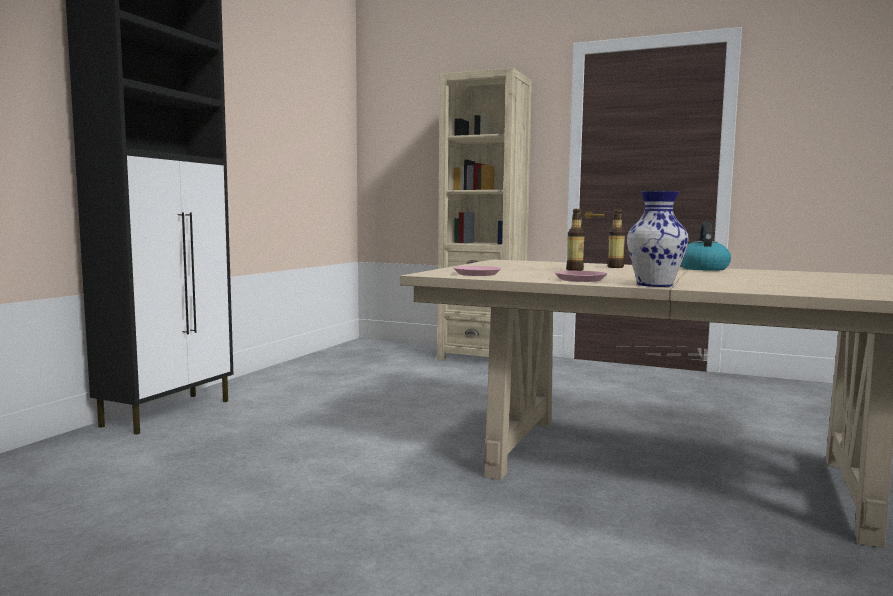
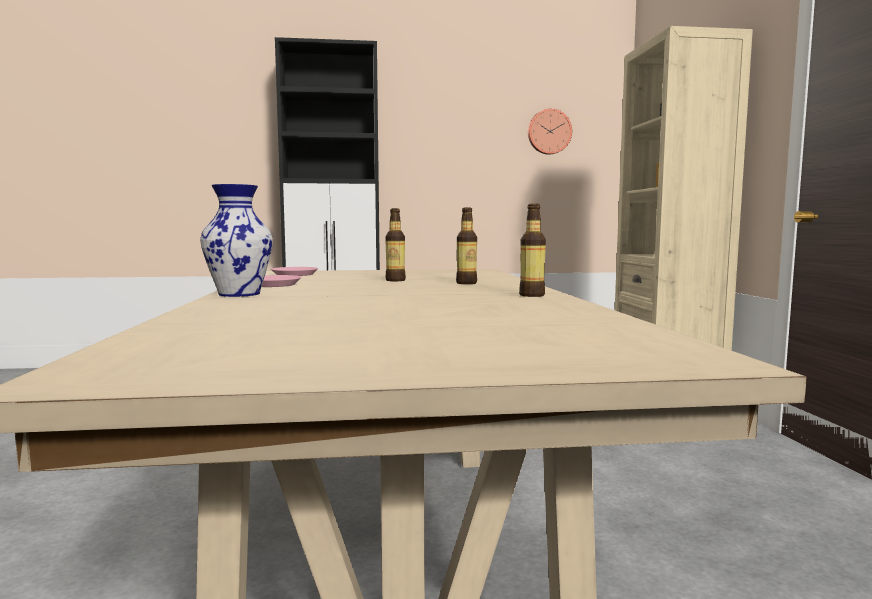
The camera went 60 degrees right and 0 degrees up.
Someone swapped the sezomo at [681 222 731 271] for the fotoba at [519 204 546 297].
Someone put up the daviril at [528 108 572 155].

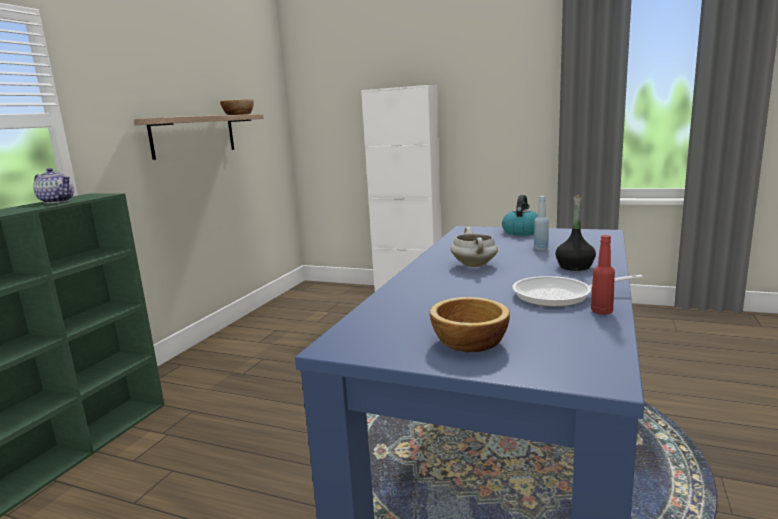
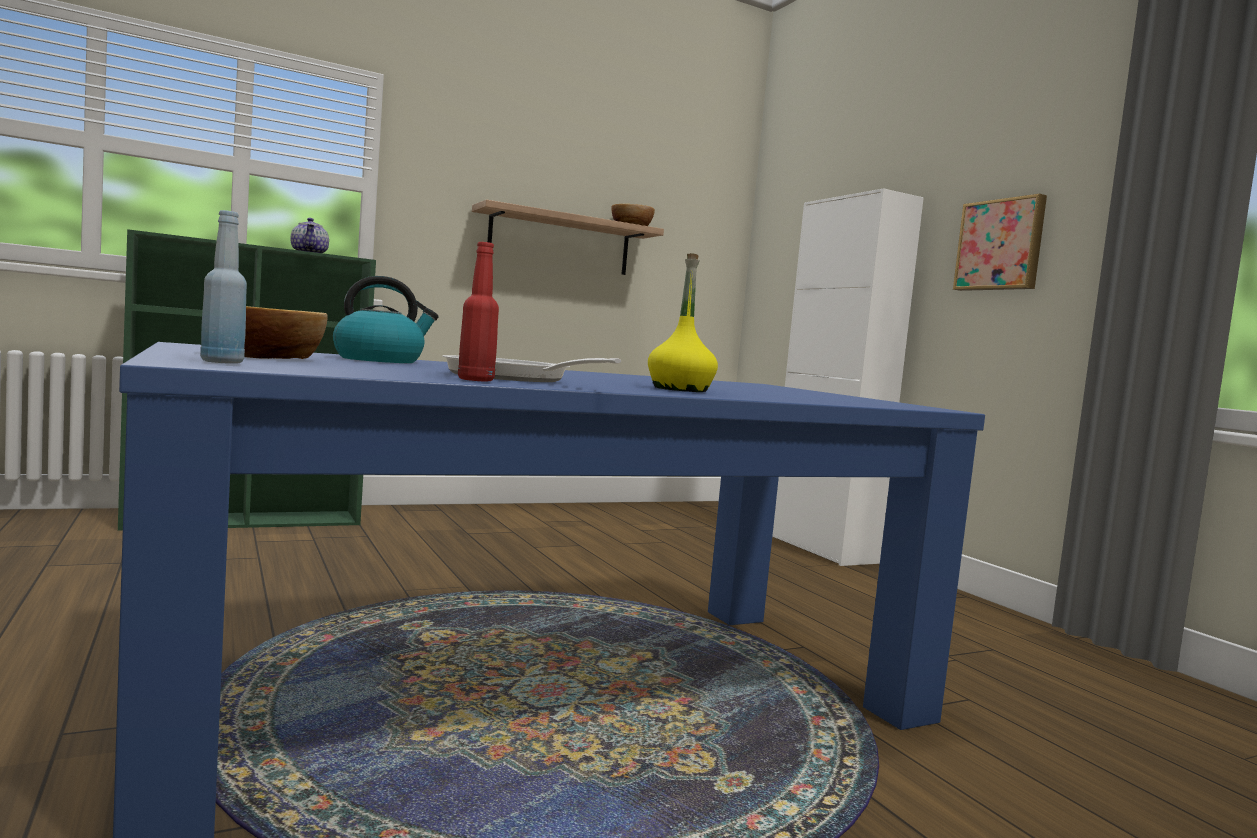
The camera went 40 degrees right and 10 degrees down.
Someone took away the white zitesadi at [451 227 498 267].
Someone carried the sezomo from [502 195 538 235] to [333 276 438 363].
Someone carried the blue fotoba from [534 196 549 250] to [200 210 247 364].
Someone repainted the black fotoba at [556 195 596 271], which became the yellow fotoba at [648 253 718 392].
Someone put up the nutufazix at [953 194 1047 291].

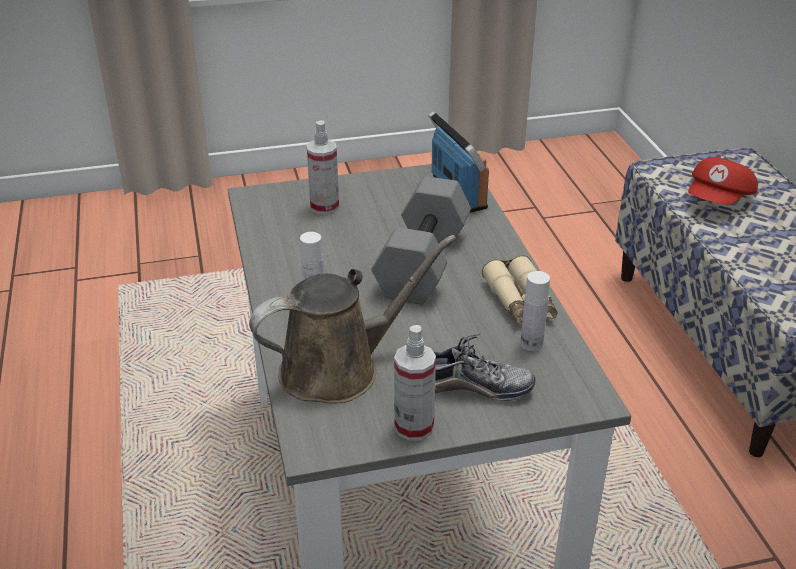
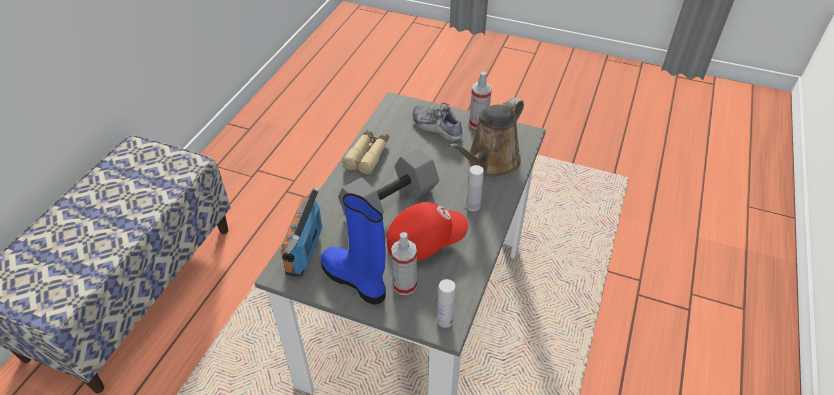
The camera went 145 degrees left and 10 degrees up.
Someone rotated the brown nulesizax at [249 235 456 404] by 60 degrees counterclockwise.
Someone carried the white fotoba from [520 271 550 351] to [437 279 455 328].
Someone carried the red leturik from [688 157 758 205] to [387 202 468 262].
Someone put down the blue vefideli at [320 193 386 305].

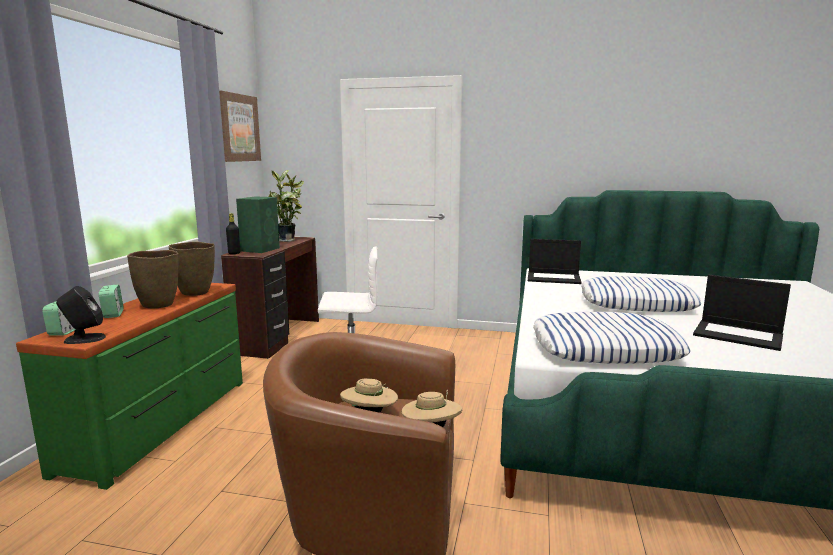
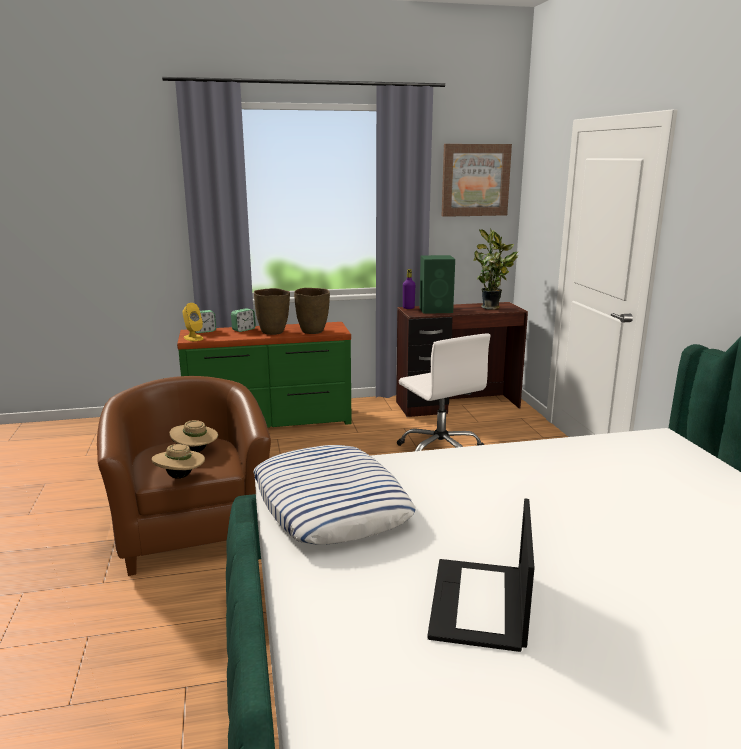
The camera went 65 degrees right and 5 degrees up.
Someone repainted the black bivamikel at [56 286 106 344], which became the yellow bivamikel at [183 303 204 341].
Someone repainted the black fotoba at [226 213 240 254], which became the purple fotoba at [403 269 415 309].
Someone took away the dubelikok at [528 239 581 284].
Someone took away the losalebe at [581 276 701 312].

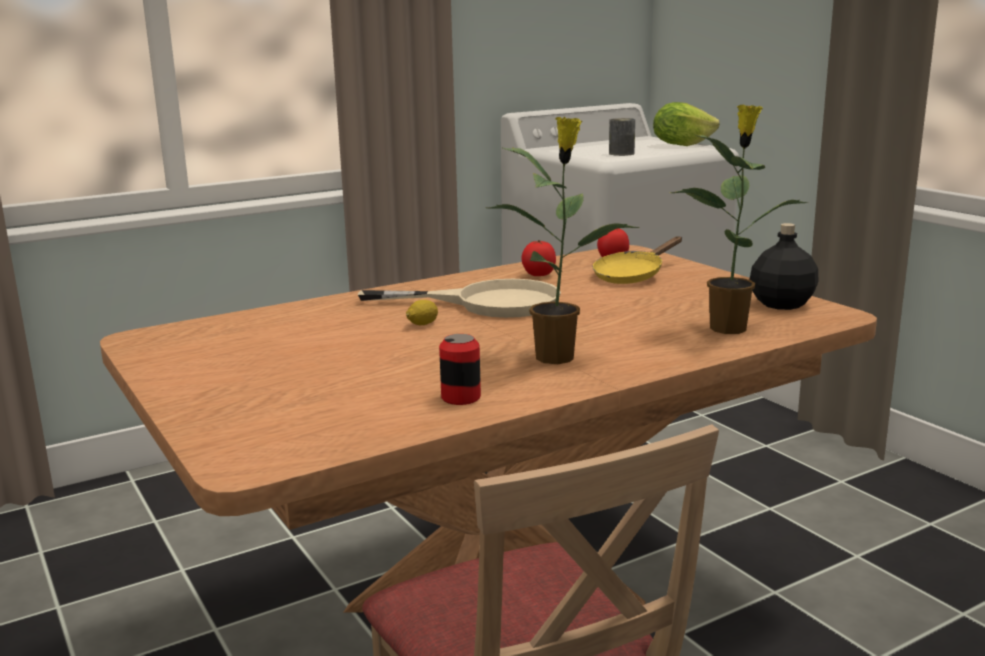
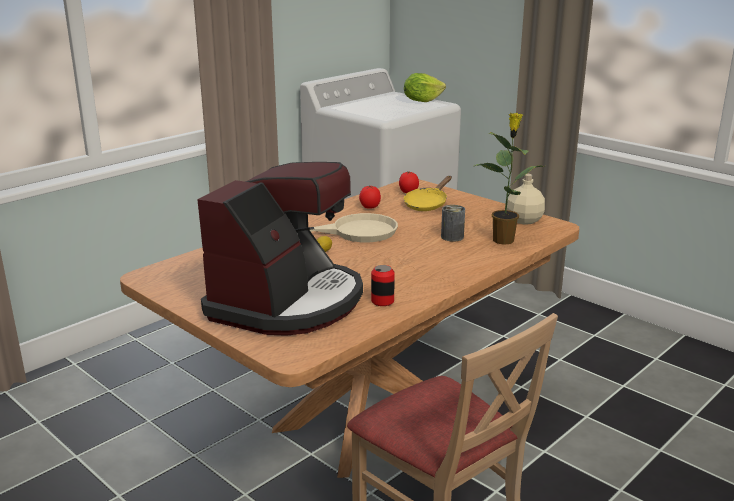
The camera went 15 degrees left and 5 degrees up.
Someone took away the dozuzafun at [487 117 640 364].
Someone carried the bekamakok from [609 118 635 156] to [441 205 465 242].
Someone repainted the black fotoba at [749 223 819 310], which became the beige fotoba at [507 174 545 225].
Someone put down the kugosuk at [197 162 363 336].

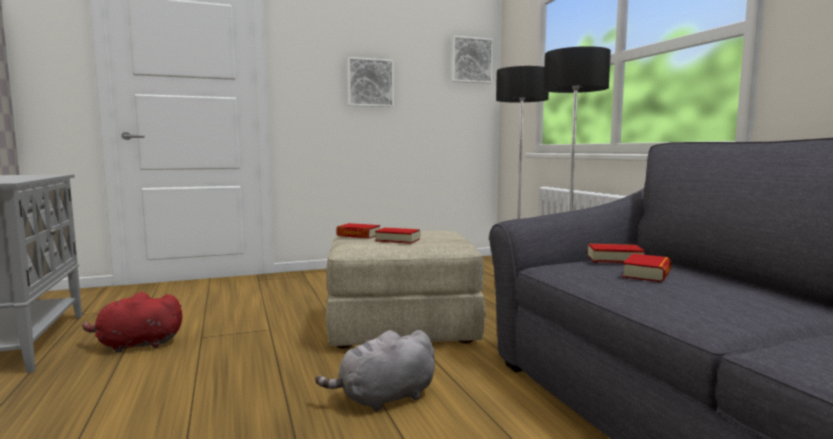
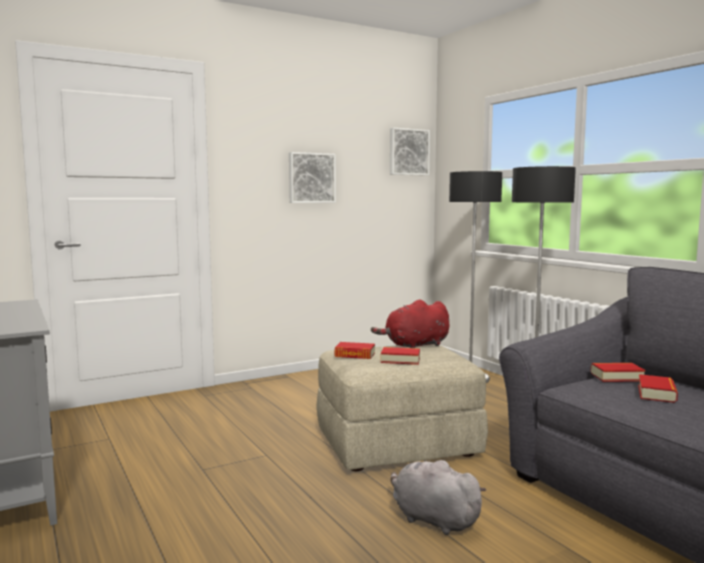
The camera went 10 degrees left and 0 degrees up.
Someone carried the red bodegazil from [82 292 182 353] to [371 300 449 348].
Someone rotated the grey bodegazil at [315 330 435 412] by 75 degrees clockwise.

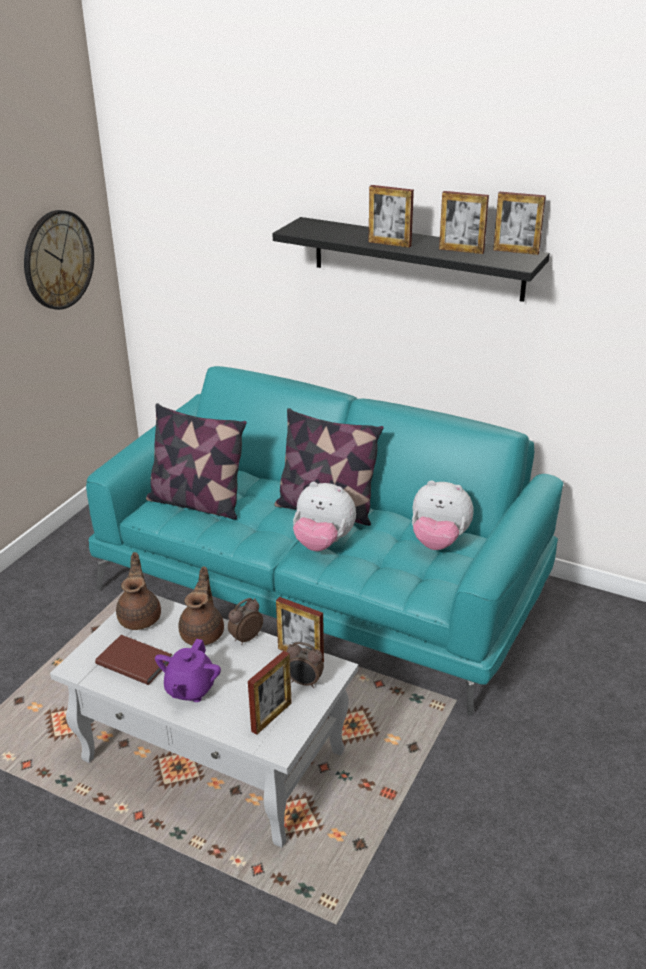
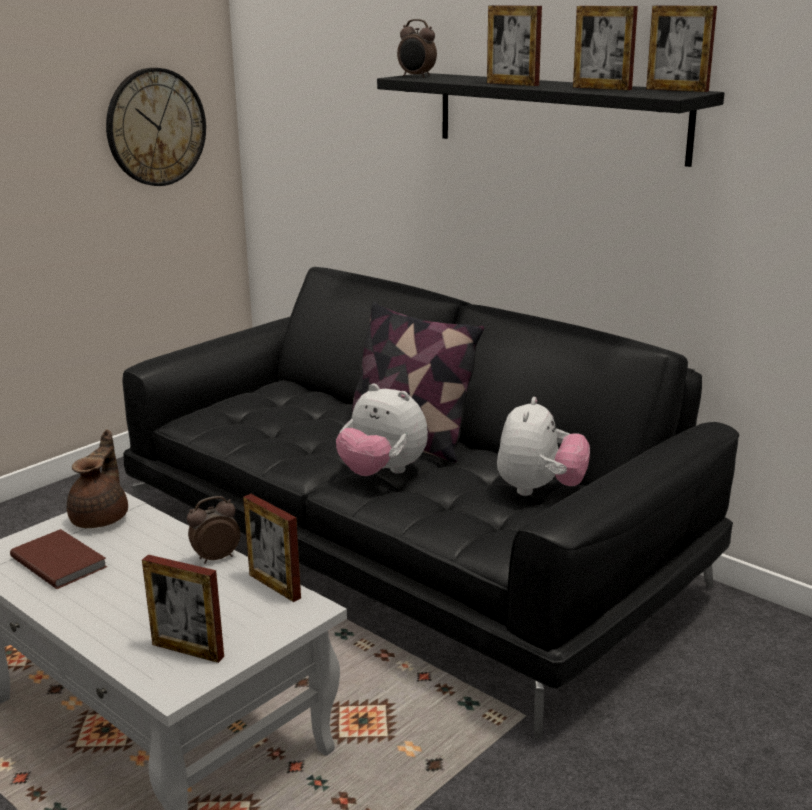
The camera went 15 degrees right and 10 degrees down.
Someone repainted the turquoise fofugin at [86 366 563 716], which became the black fofugin at [122 267 739 739].
Someone took away the losalebe at [146 403 247 519].
Someone took away the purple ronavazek at [155 639 221 702].
Someone took away the brown ronavazek at [179 566 224 646].
Someone rotated the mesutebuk at [248 651 292 735] by 60 degrees clockwise.
Someone carried the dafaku from [286 642 324 688] to [397 19 437 78].
Someone rotated the bodegazil at [412 481 474 550] by 105 degrees counterclockwise.

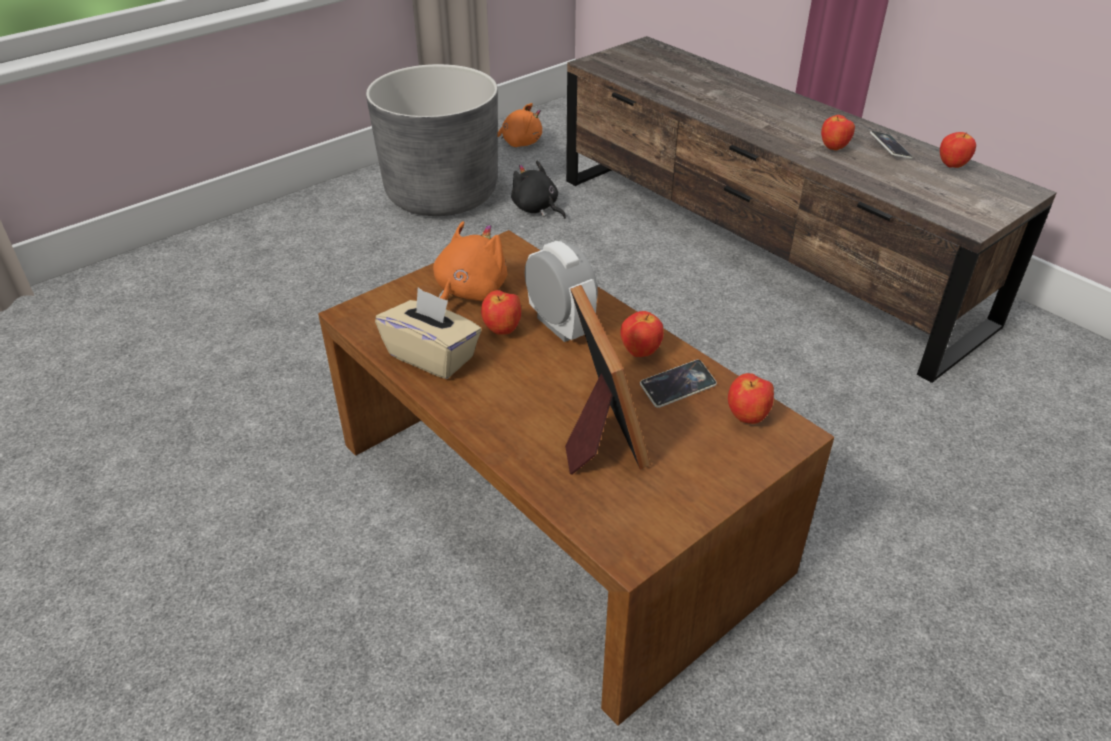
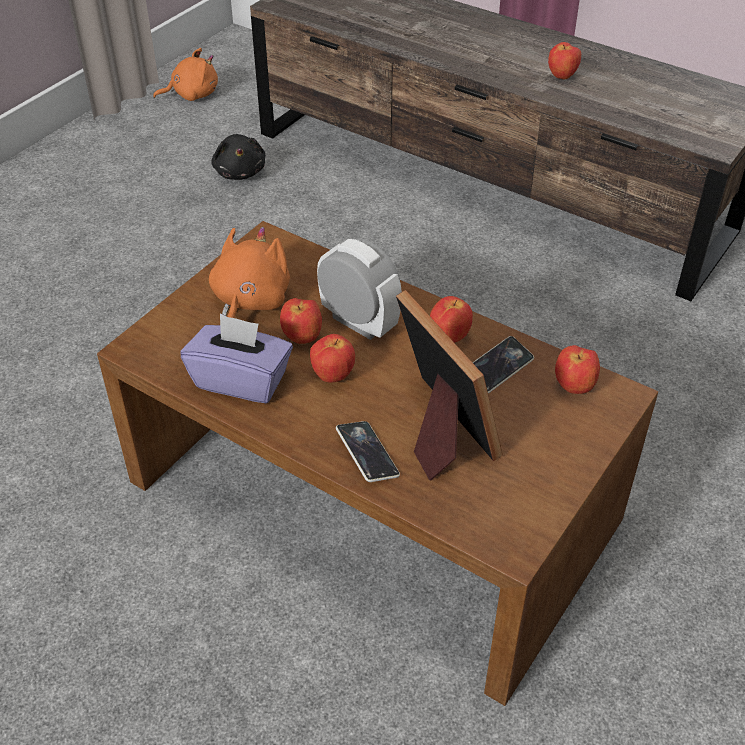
The camera went 15 degrees left and 5 degrees up.
Someone took away the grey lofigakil at [366 64 498 216].
Someone repainted the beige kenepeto at [375 287 482 379], which became the purple kenepeto at [181 314 293 403].
Someone rotated the black bodegazil at [511 161 566 219] by 135 degrees counterclockwise.
Someone carried the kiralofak from [870 131 913 159] to [336 421 400 482].
Someone carried the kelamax from [940 132 976 168] to [310 334 355 383].

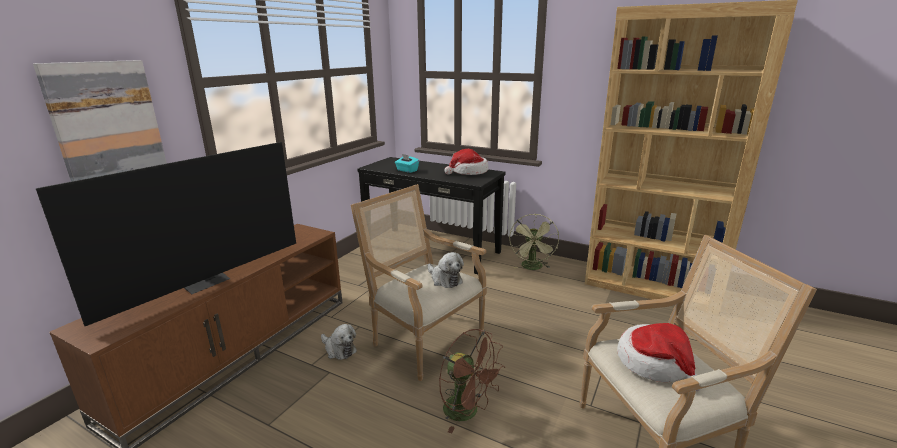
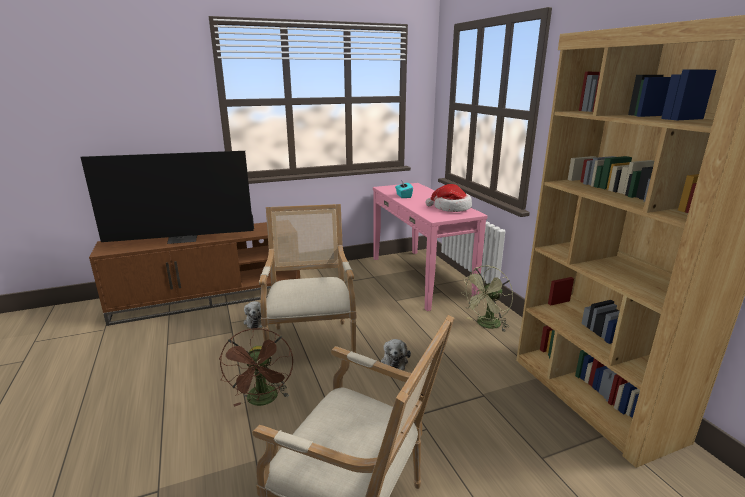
The camera went 40 degrees right and 0 degrees up.
Someone took away the nutufazix at [33 60 167 182].
Someone repainted the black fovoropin at [357 157 505 274], which became the pink fovoropin at [373 183 488 311].
Someone carried the bodegazil from [428 252 464 288] to [381 339 411 370].
Someone took away the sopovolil at [617 323 701 391].

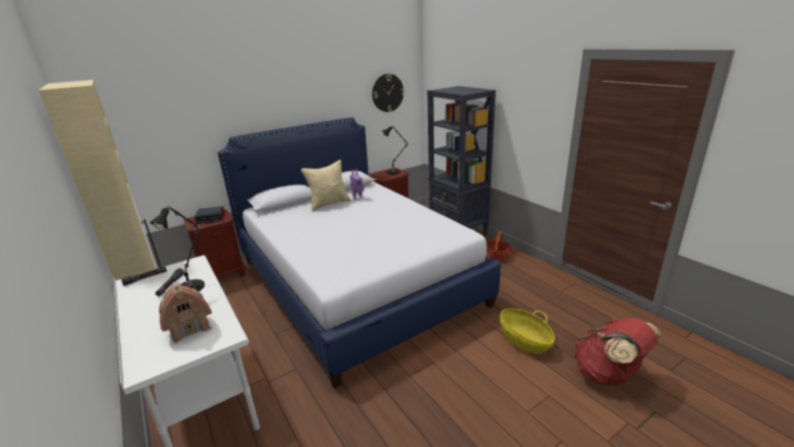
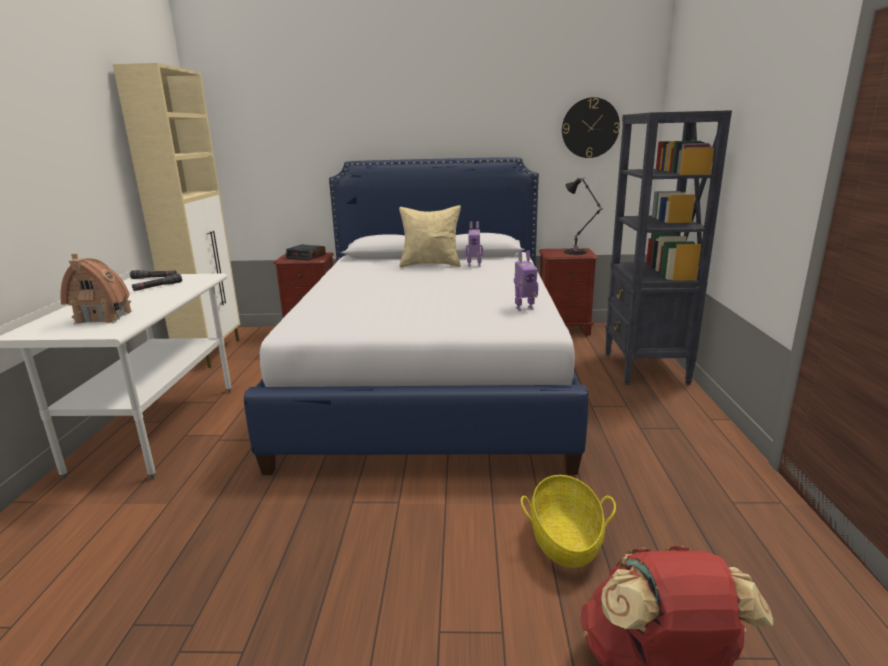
The camera went 35 degrees right and 5 degrees down.
Someone took away the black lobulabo at [149 205 205 291].
Someone took away the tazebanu at [487 231 512 261].
Someone put down the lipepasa at [514 250 538 311].

